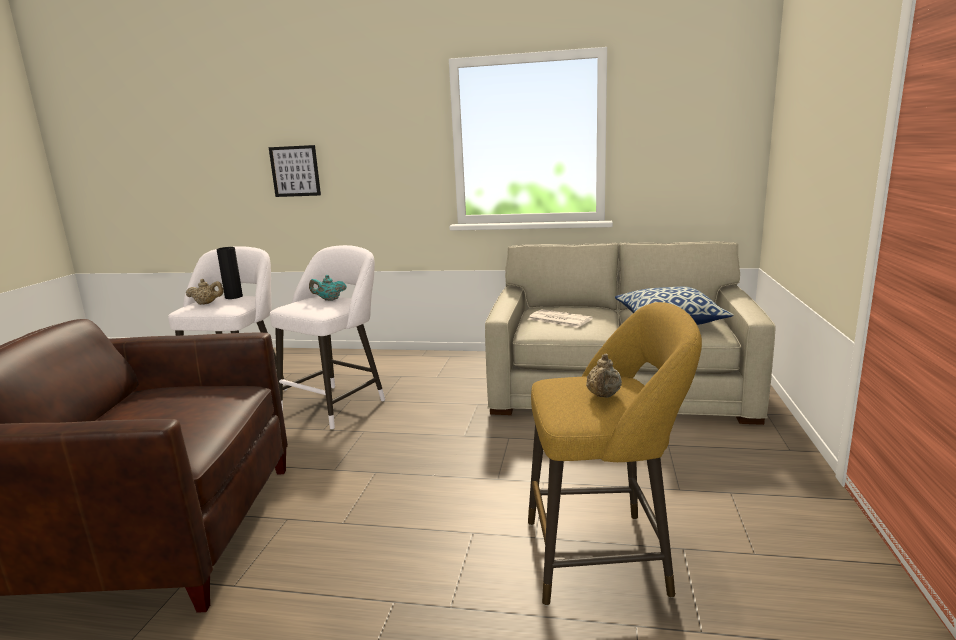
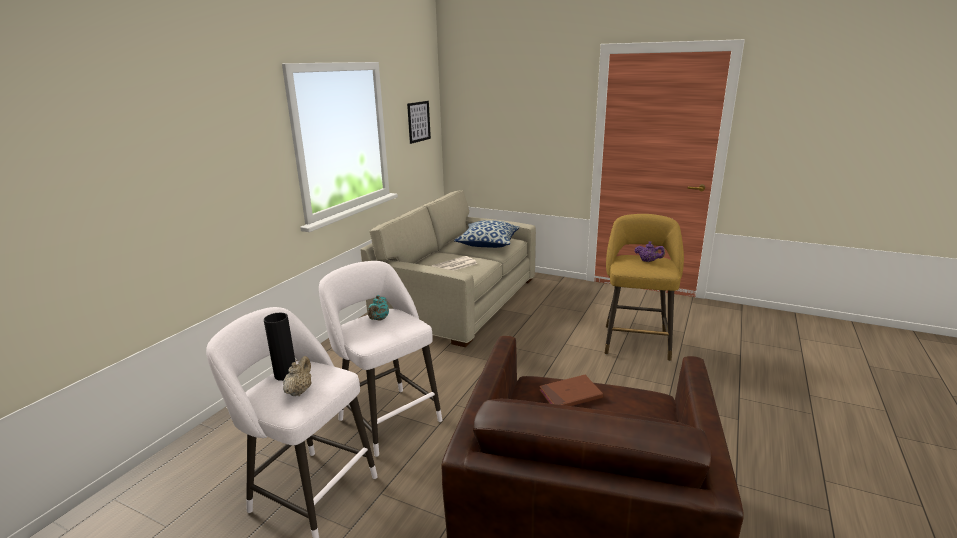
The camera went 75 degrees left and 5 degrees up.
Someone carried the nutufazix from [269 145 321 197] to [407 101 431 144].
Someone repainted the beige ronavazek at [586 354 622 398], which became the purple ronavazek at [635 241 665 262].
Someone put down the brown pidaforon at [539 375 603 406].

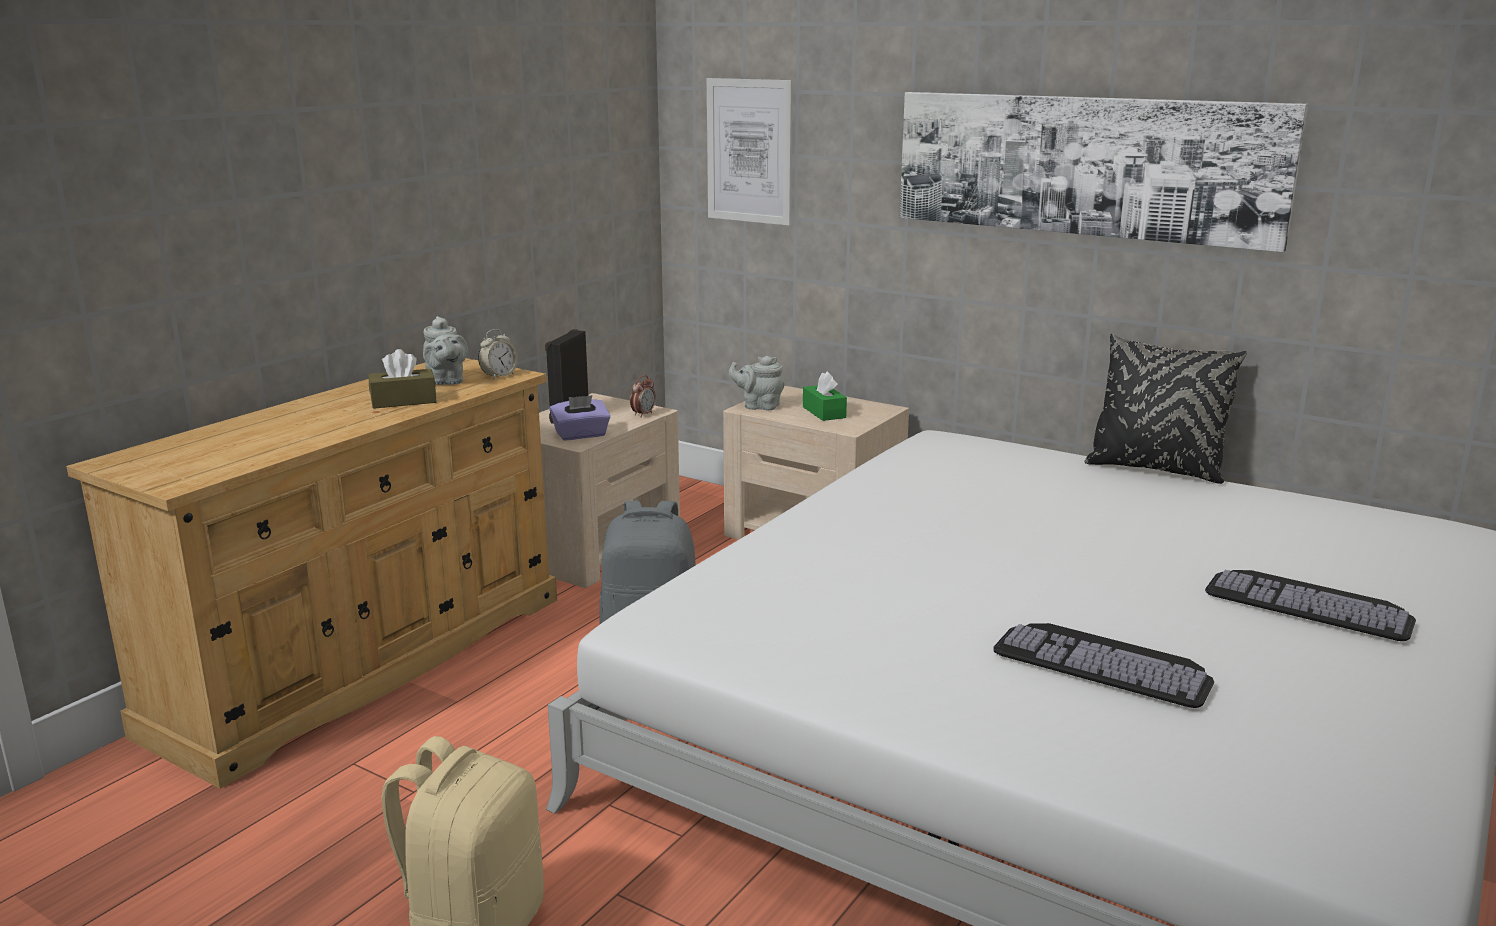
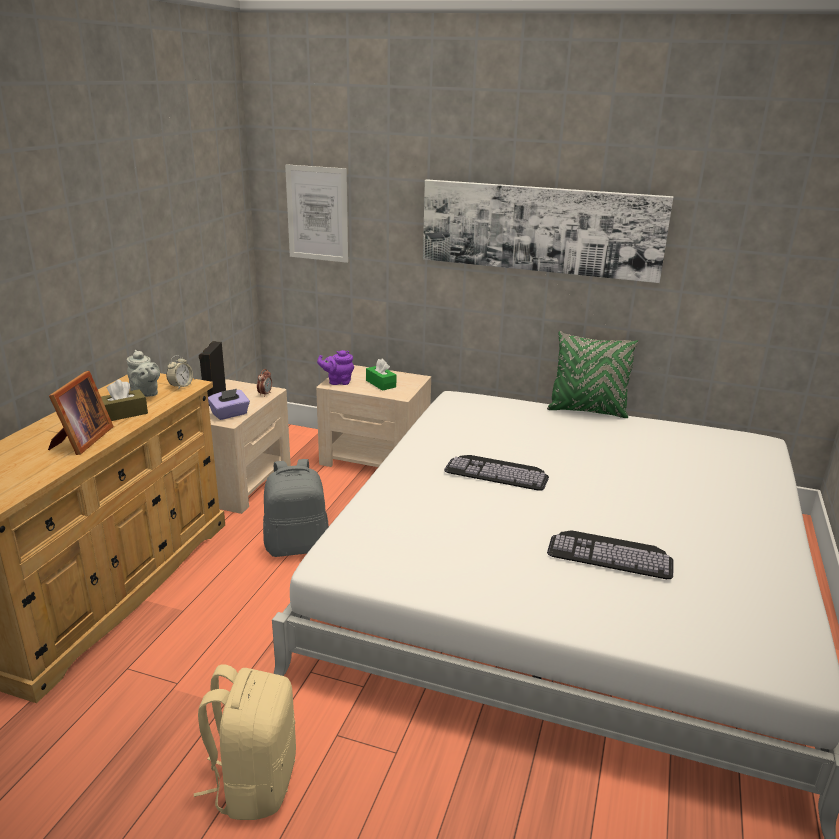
The camera went 15 degrees left and 5 degrees up.
Someone repainted the grey ronavazek at [728 356 785 410], which became the purple ronavazek at [317 350 354 385].
Someone repainted the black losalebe at [1085 334 1247 484], which became the green losalebe at [547 331 638 418].
Someone carried the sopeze from [1205 570 1416 641] to [444 455 549 491].
Someone put down the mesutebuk at [48 371 114 455].

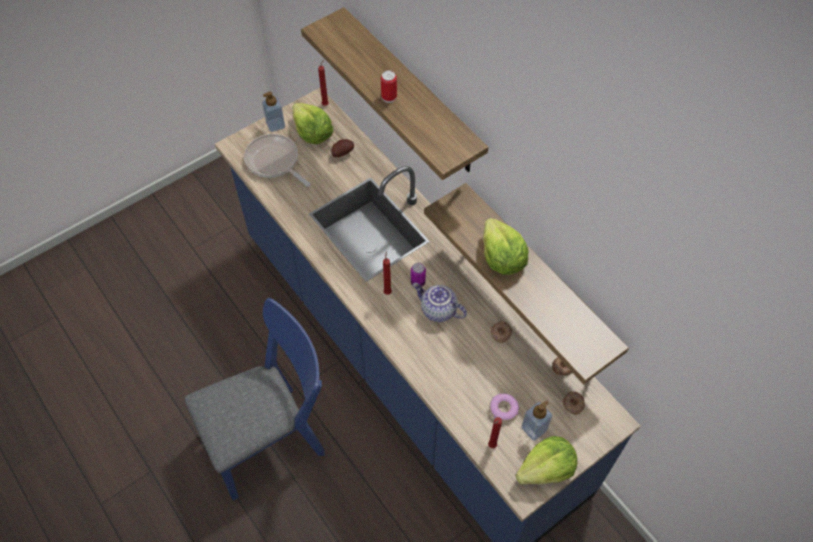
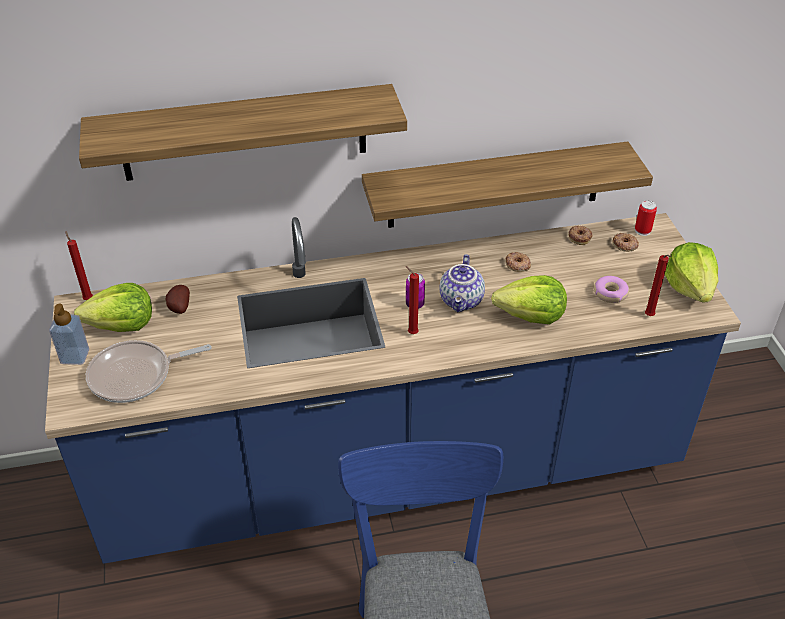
The camera went 65 degrees left and 15 degrees down.
Someone carried the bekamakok from [381 70 397 103] to [635 200 657 236].
Someone rotated the ronavazek at [413 283 467 322] by 45 degrees counterclockwise.
Someone carried the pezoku from [483 218 529 275] to [491 275 567 324].
Someone took away the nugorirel at [521 401 552 441].

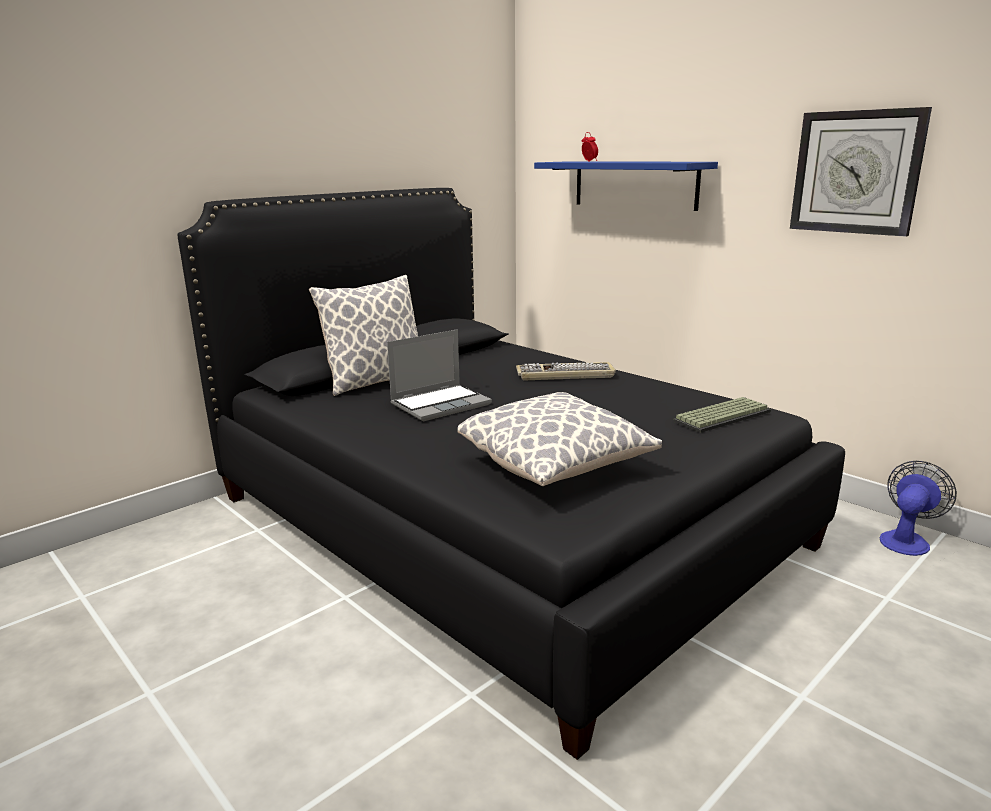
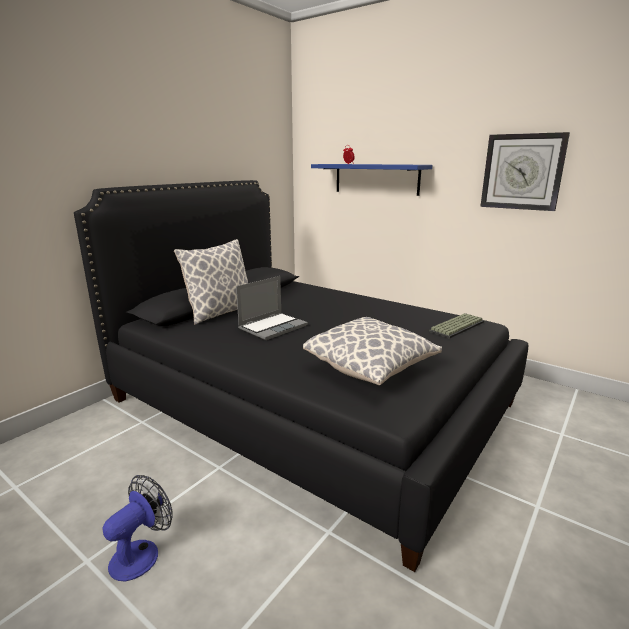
The camera went 10 degrees left and 0 degrees up.
Someone took away the sopeze at [516 362 616 380].
Someone carried the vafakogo from [880 461 957 556] to [102 475 173 582].

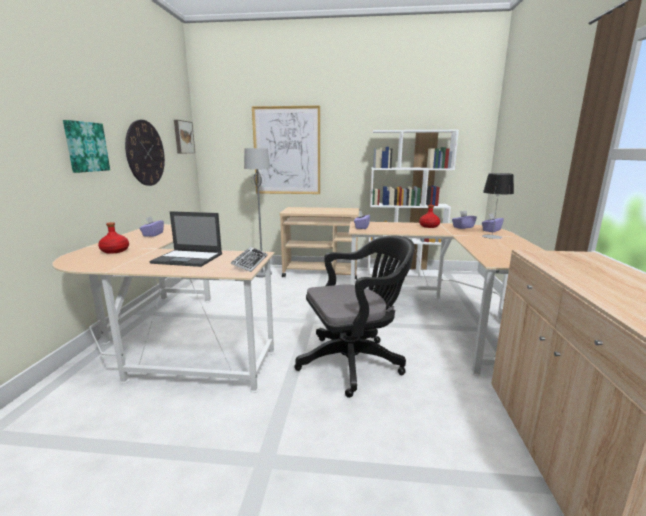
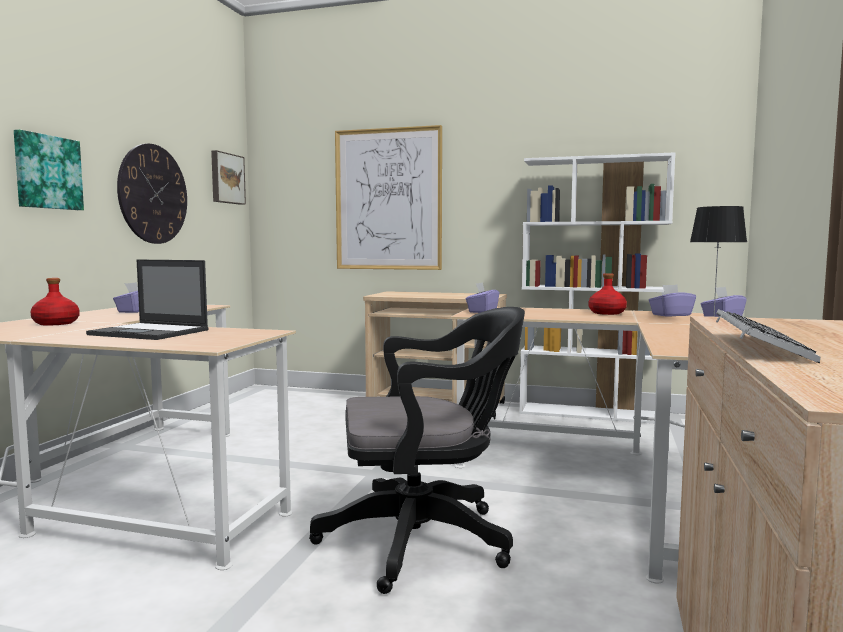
The camera went 10 degrees right and 10 degrees down.
Someone carried the sopeze from [231 247 267 272] to [716 309 820 364].
Someone took away the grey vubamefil at [244 148 272 277].

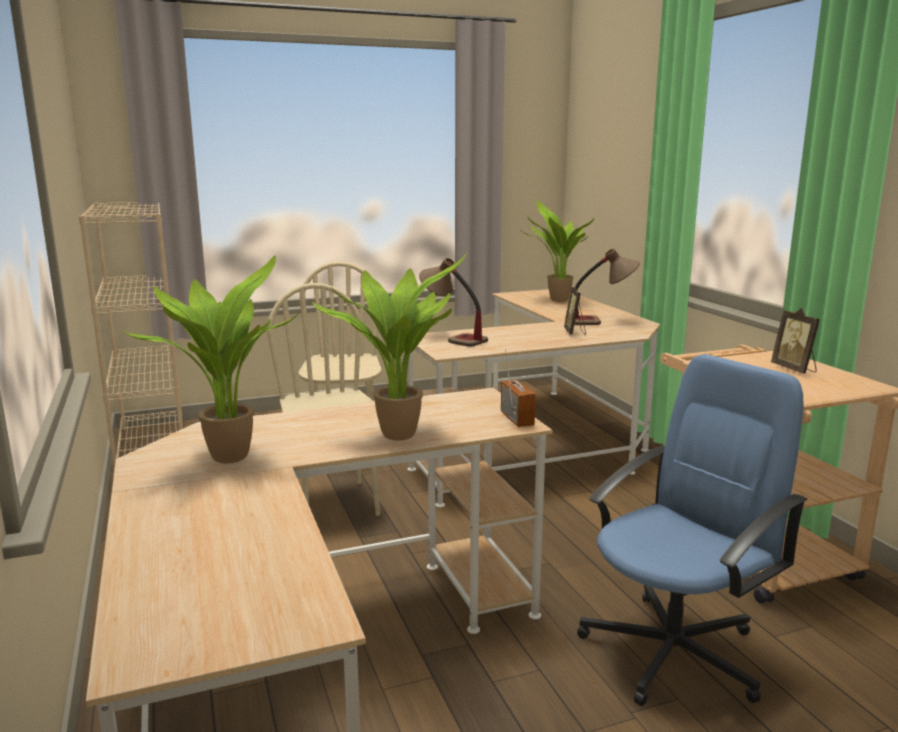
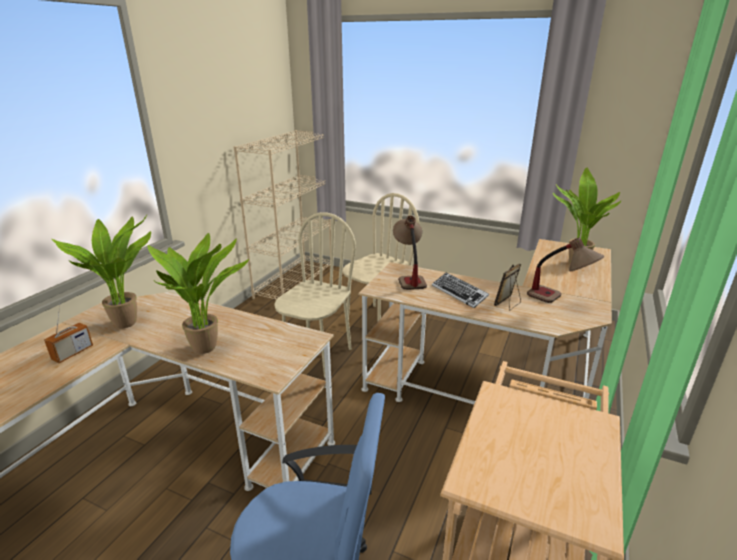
The camera went 45 degrees right and 10 degrees up.
Someone carried the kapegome from [501 350 536 427] to [44 303 93 363].
Someone took away the mesutebuk at [771 308 820 374].
Someone put down the sopeze at [432 273 489 308].

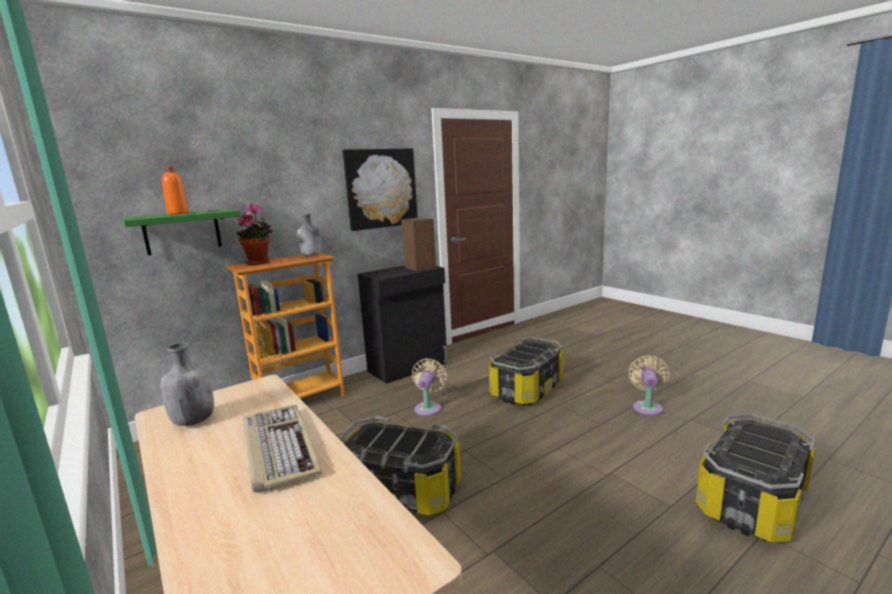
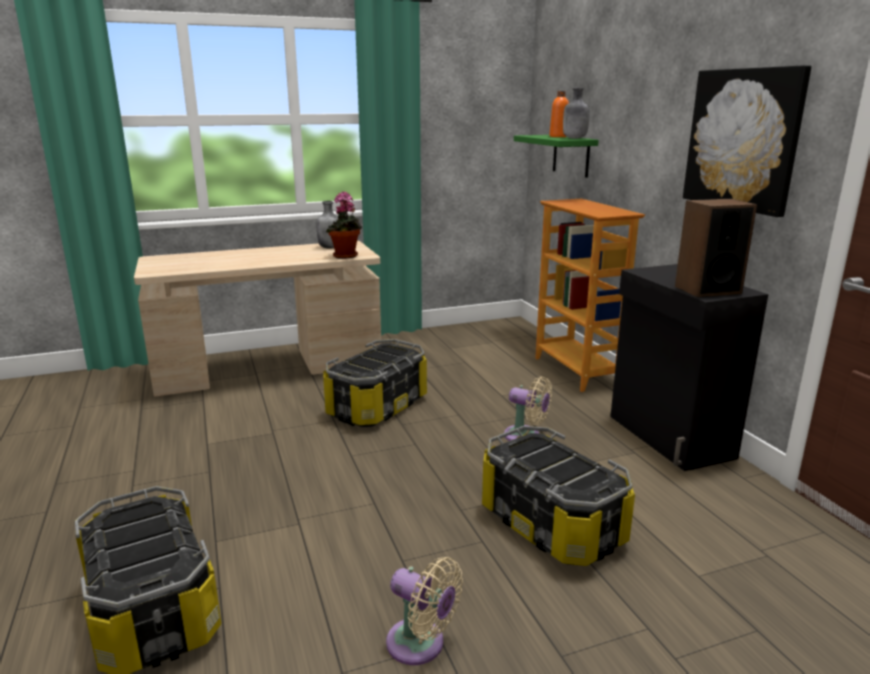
The camera went 105 degrees right and 5 degrees up.
Someone carried the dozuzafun from [237 204 272 265] to [326 191 362 259].
Someone took away the sopeze at [243 405 322 493].
Someone carried the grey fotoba from [297 214 321 257] to [563 88 590 139].

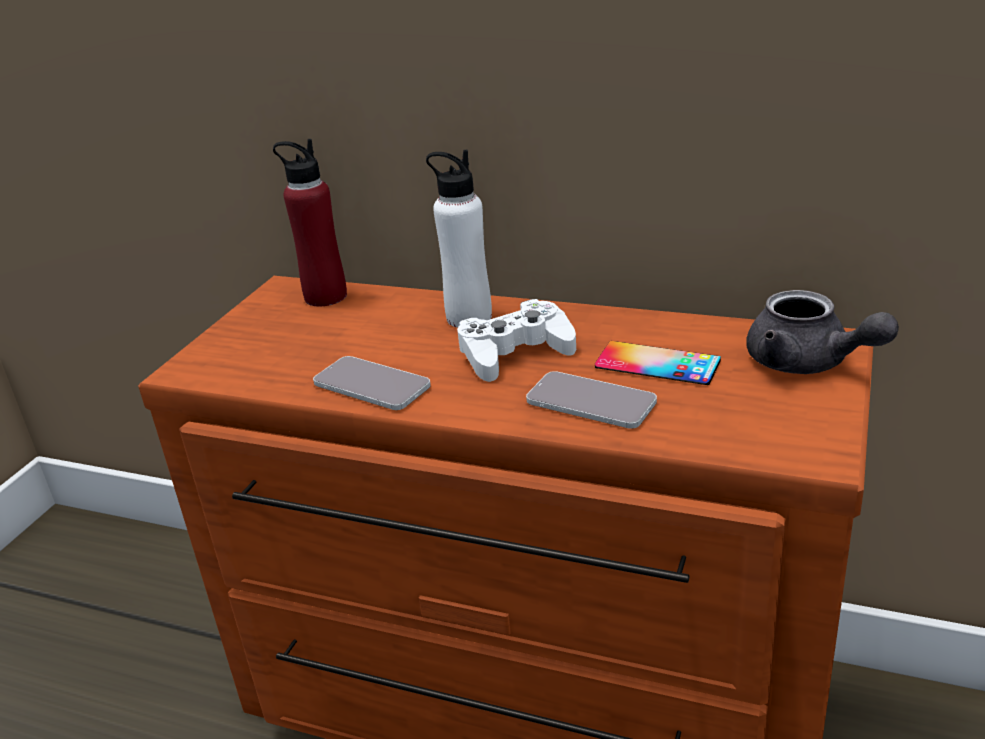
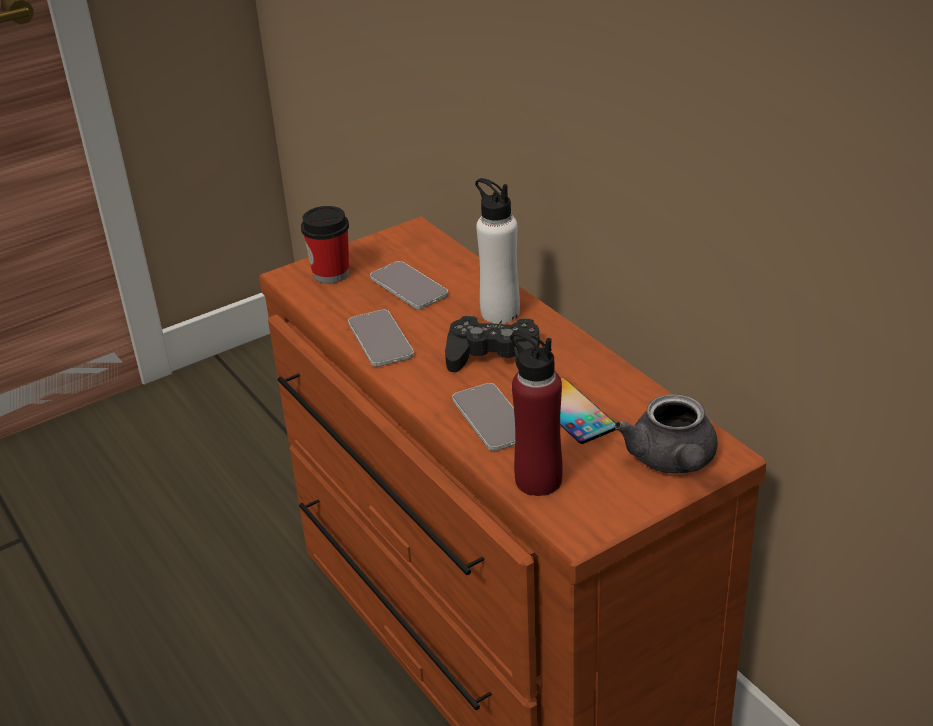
The camera went 35 degrees right and 5 degrees up.
Someone carried the red fotoba from [273 139 347 306] to [510 331 563 496].
Someone repainted the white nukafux at [457 299 576 382], which became the black nukafux at [445 316 540 372].
Someone put down the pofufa at [301 206 349 284].
Someone put down the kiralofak at [370 261 448 309].

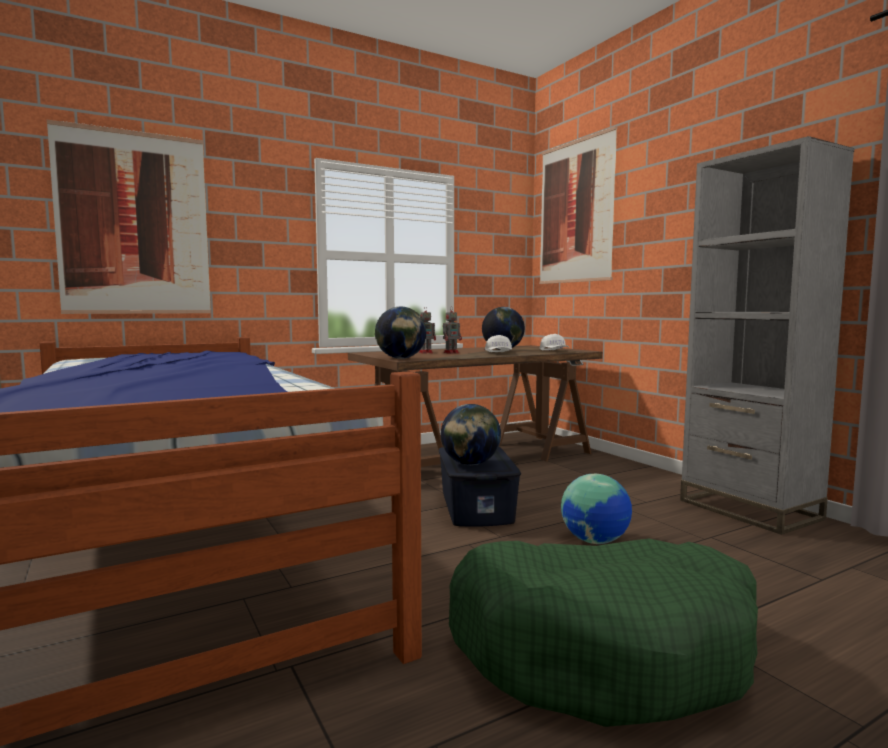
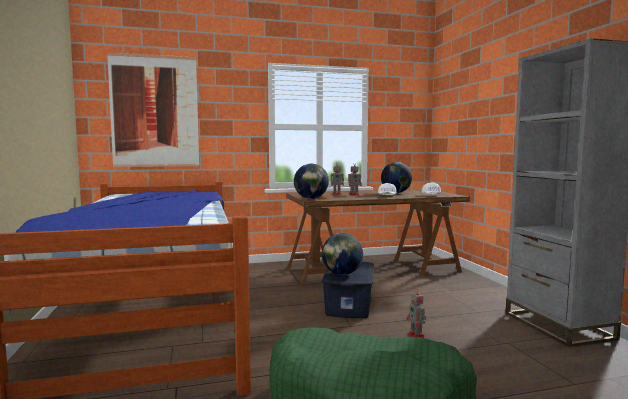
The camera went 15 degrees right and 0 degrees up.
Someone took away the nutufazix at [539 126 618 284].
Someone swapped the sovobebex at [561 474 632 544] for the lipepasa at [406 293 426 338].

